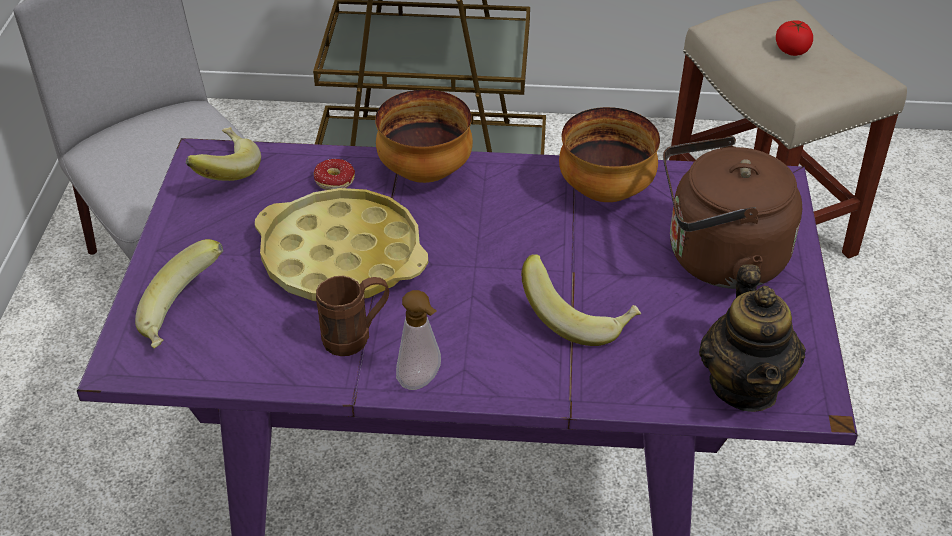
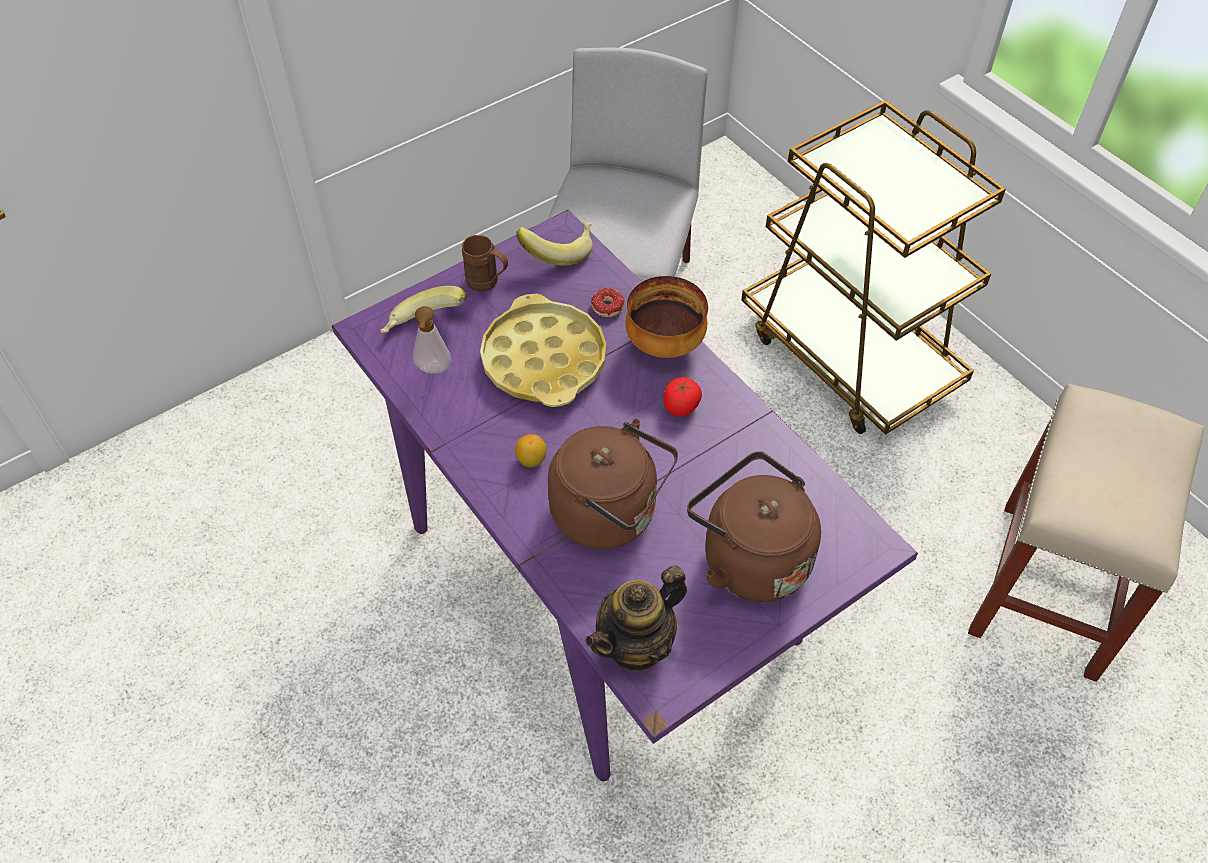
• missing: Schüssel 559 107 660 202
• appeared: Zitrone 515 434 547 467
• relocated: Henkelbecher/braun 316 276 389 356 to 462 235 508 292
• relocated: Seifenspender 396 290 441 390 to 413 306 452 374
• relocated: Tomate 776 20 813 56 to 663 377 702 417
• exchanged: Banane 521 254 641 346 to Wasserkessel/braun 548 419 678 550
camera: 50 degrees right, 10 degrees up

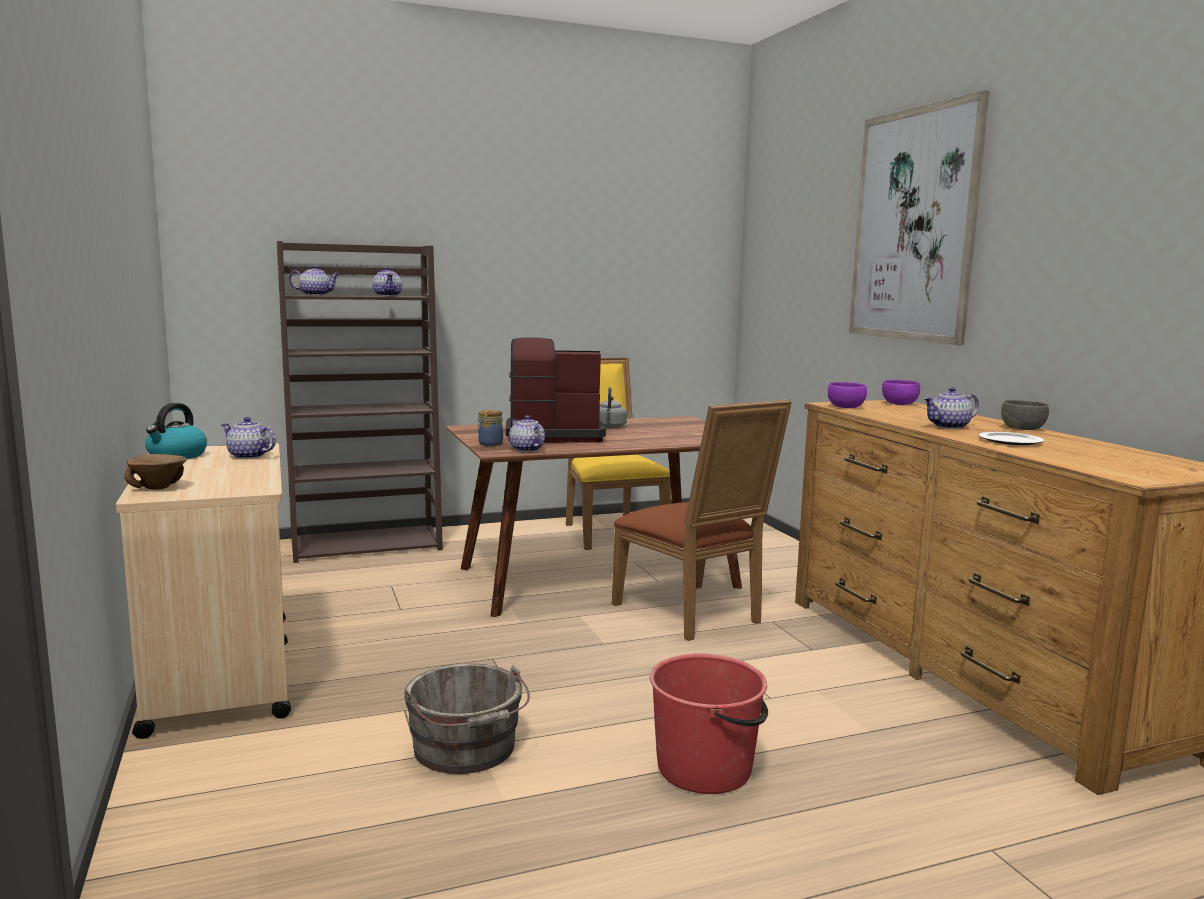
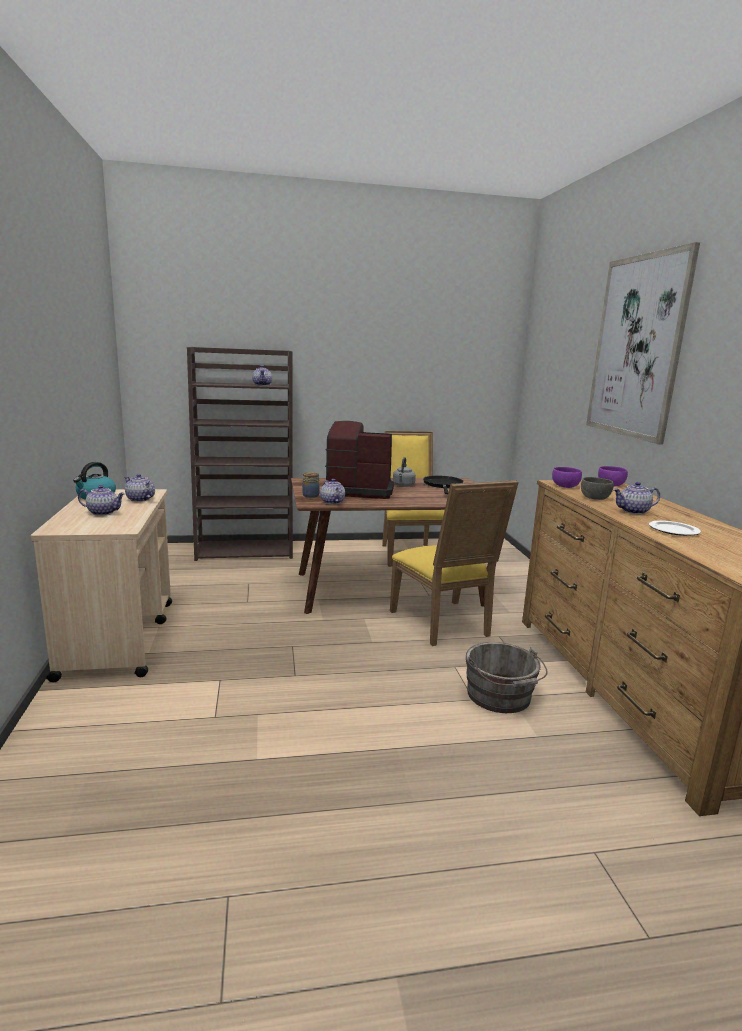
• missing: Schüssel/braun 124 454 187 489
• missing: Eimer/rot 650 653 768 794
• appeared: Pfanne/schwarz 423 476 463 494
• relocated: Teekanne 289 265 339 295 to 78 485 125 516
• relocated: Eimer/grau 404 664 530 774 to 466 642 548 713
• relocated: Schüssel/grau 1001 400 1049 430 to 581 477 614 500
• colour: Stuhl/braun 612 400 792 641 to Stuhl/gelb 390 480 519 646
camera: 10 degrees right, 5 degrees up

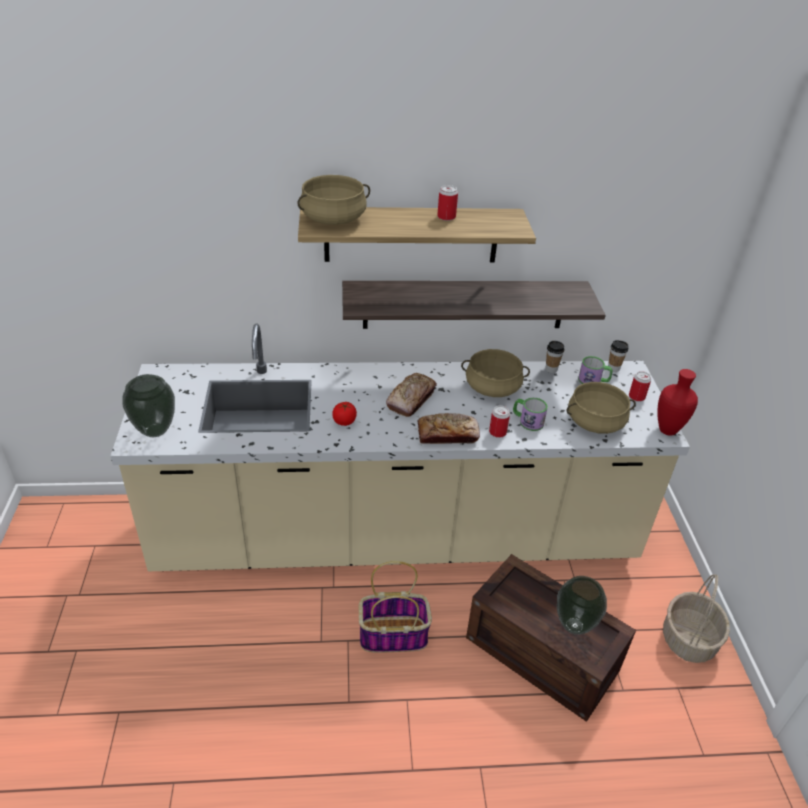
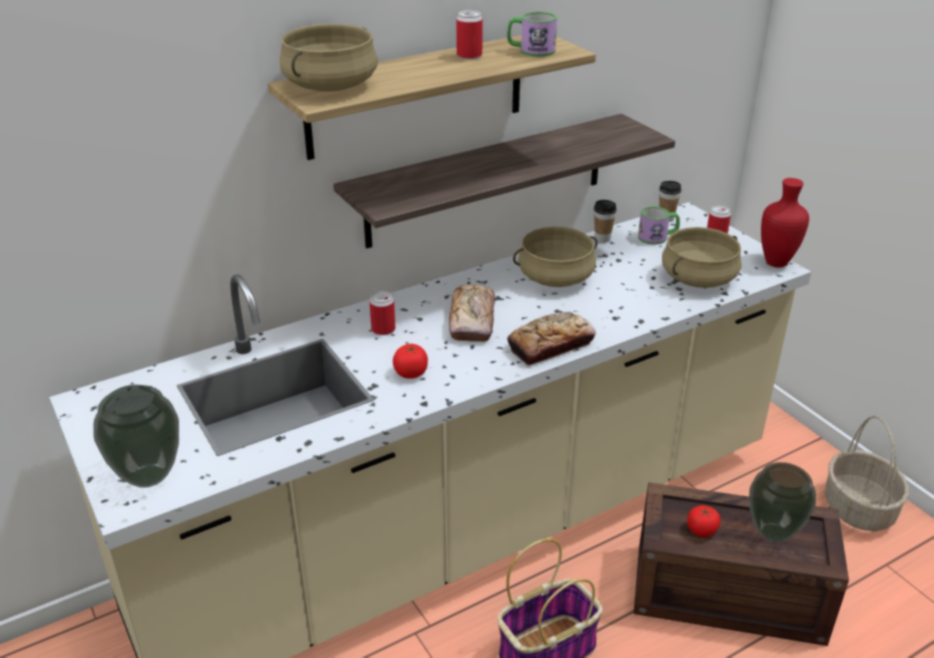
• appeared: Tomate 687 505 721 538
• relocated: Dose 489 406 510 438 to 369 291 395 335
• relocated: Henkelbecher 513 398 548 431 to 507 12 557 57
camera: 25 degrees left, 5 degrees down

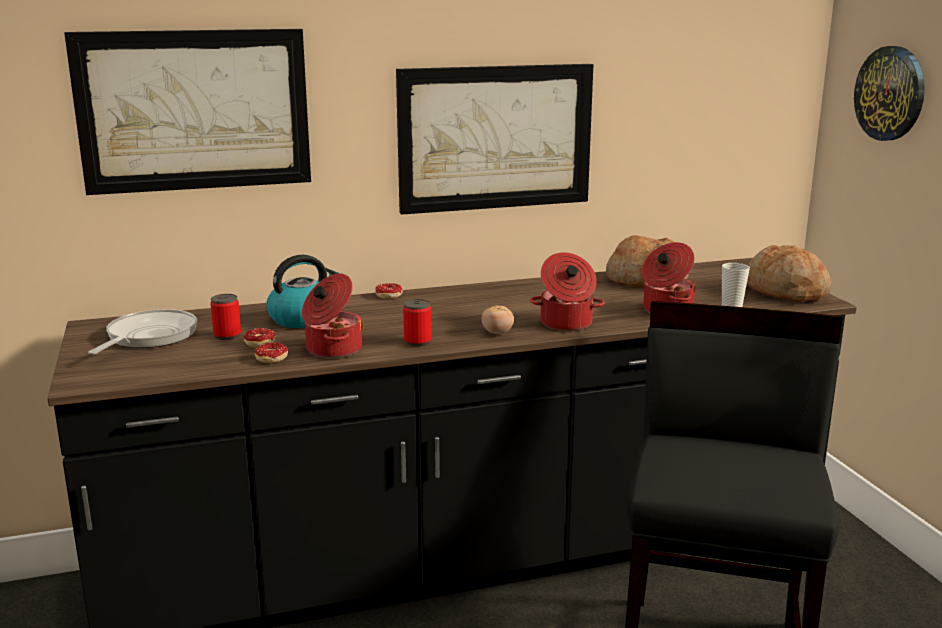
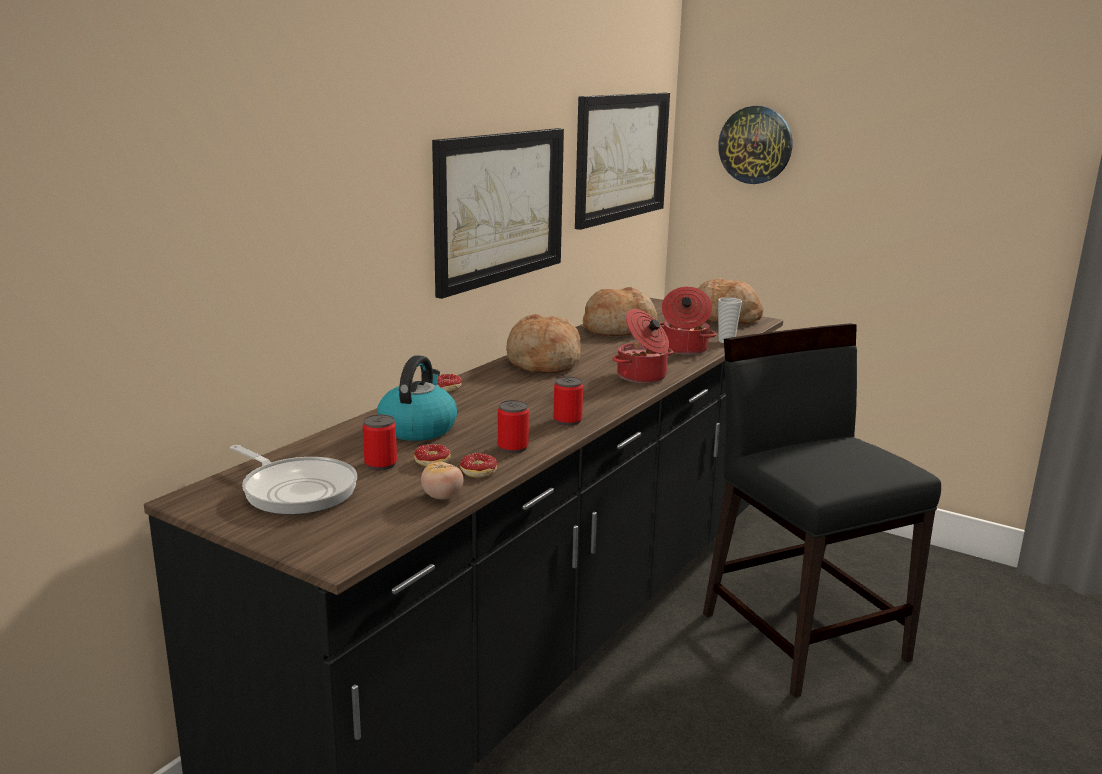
• appeared: Brot 506 314 581 373
• relocated: Bild 64 29 311 195 to 575 93 670 230
• relocated: Tomate 482 306 514 334 to 421 461 463 500
• exchanged: Kochtopf 302 274 364 358 to Dose 498 400 529 453
• spun: Pfanne 88 309 197 354 = 230 445 357 515 150 degrees clockwise
camera: 40 degrees left, 0 degrees up

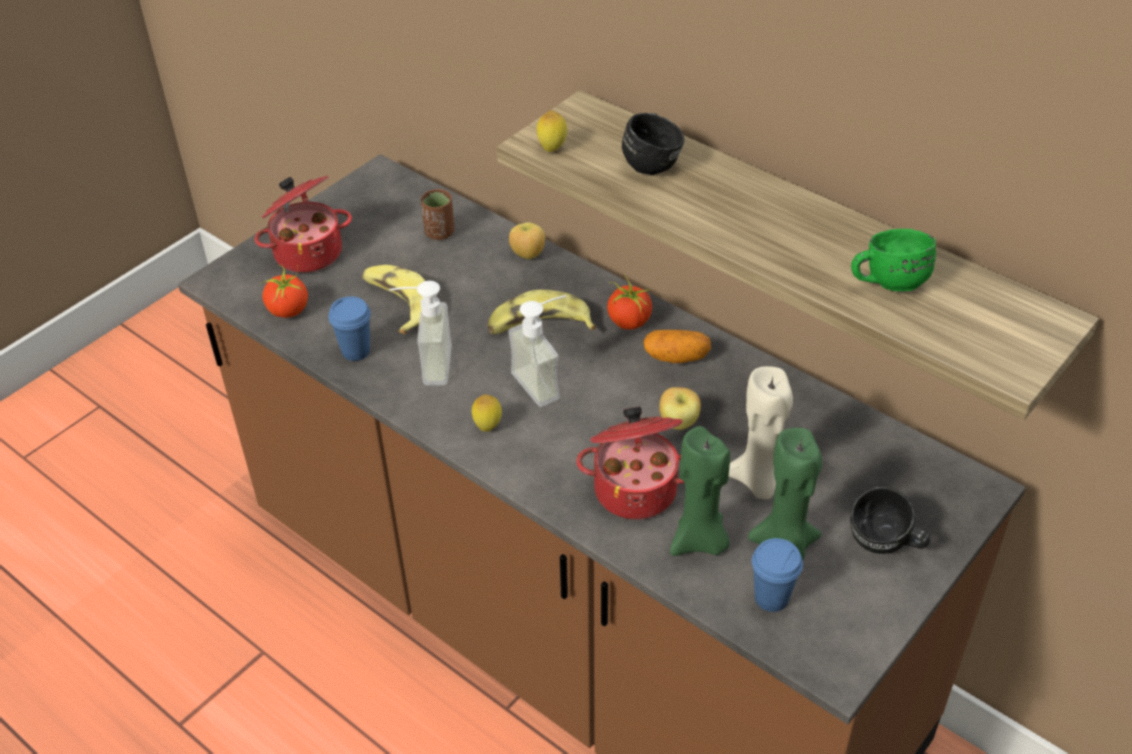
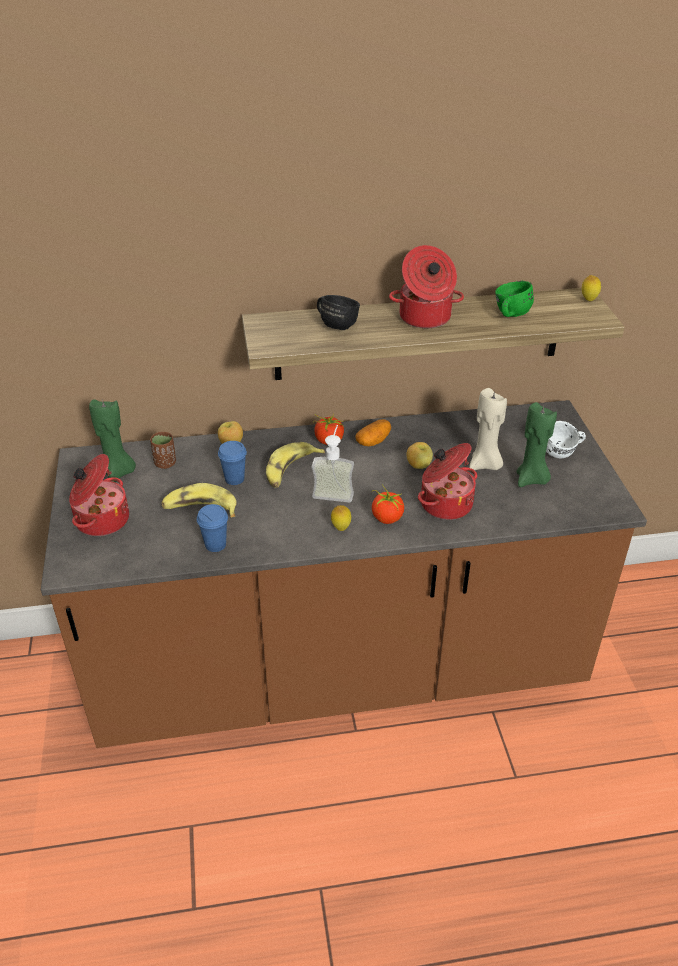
• missing: Seifenspender 389 281 452 385
• appeared: Kochtopf 389 245 464 328
• relocated: Tomate 261 265 308 318 to 372 484 404 524
• relocated: Zitrone 537 110 567 152 to 581 275 601 301
• relocated: Kerze/grün 670 426 730 556 to 89 399 136 482
• relocated: Tasse/blau 752 538 803 612 to 218 441 247 485
• colour: Henkelbecher/schwarz 850 487 930 554 to Henkelbecher/weiß 546 421 586 459
camera: 50 degrees left, 5 degrees down

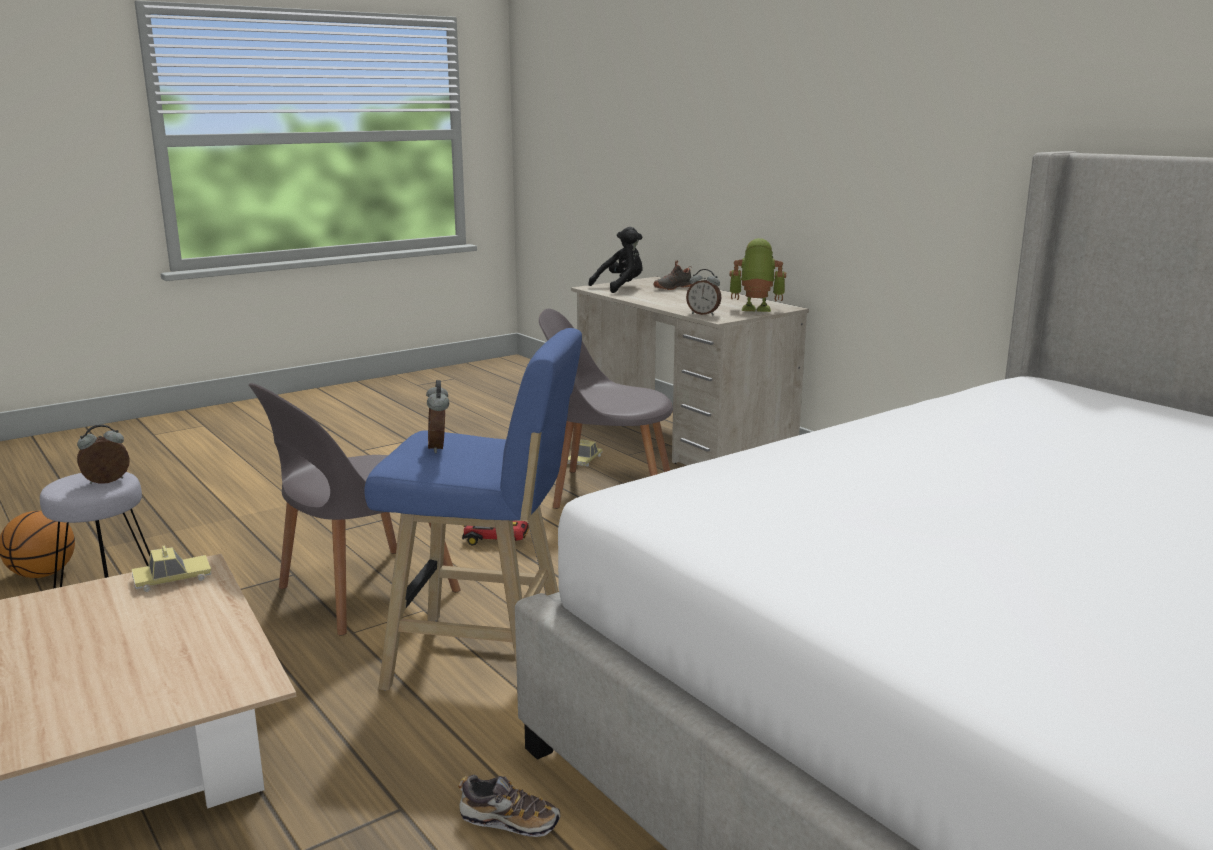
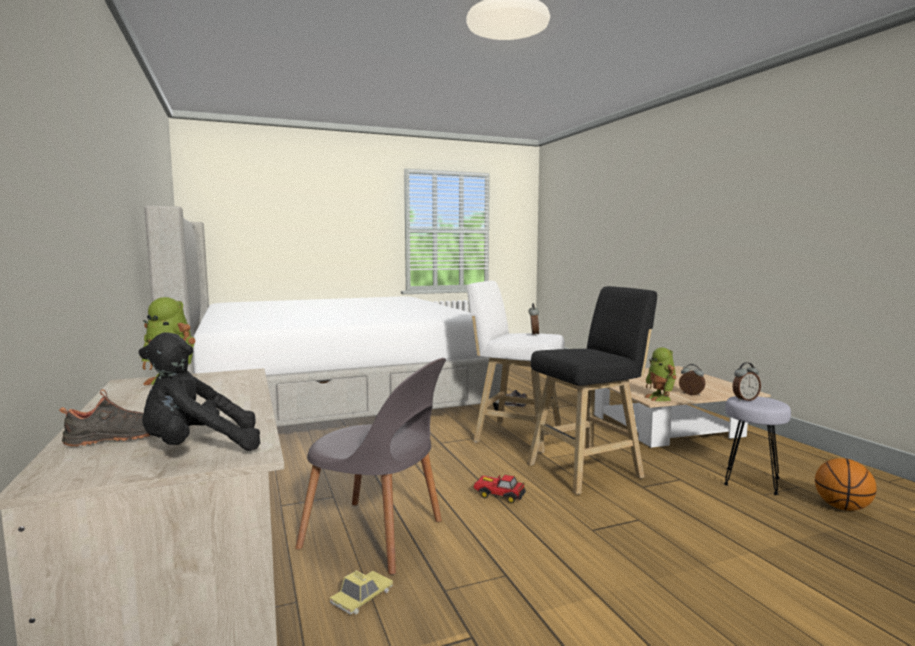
• relocated: Wecker 686 269 721 315 to 679 364 705 396
• exchanged: Spielzeugauto 132 545 211 592 to Spielzeugroboter 645 347 676 401
• exchanged: Stuhl/grau 249 383 461 636 to Hocker/schwarz 527 286 657 495
• colour: Hocker/blau 364 328 582 691 to Hocker/weiß 467 281 565 453
camera: 165 degrees left, 10 degrees down

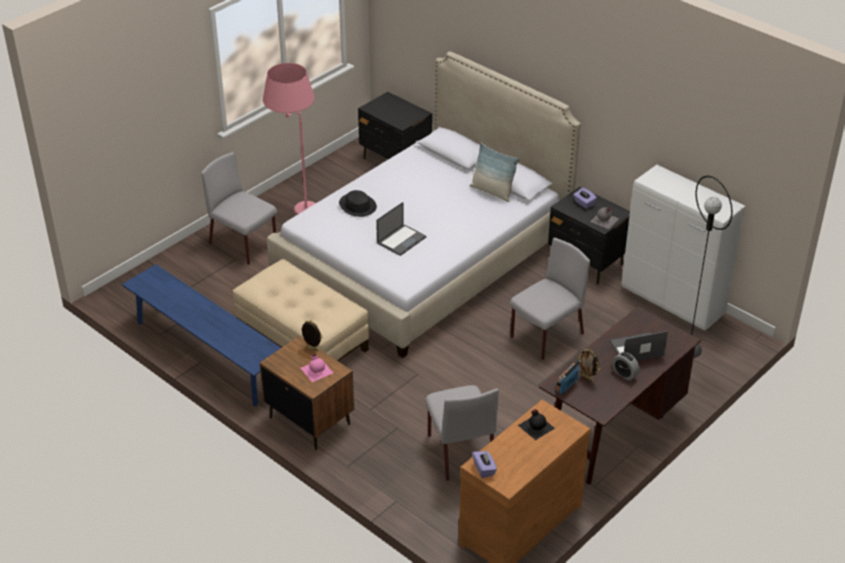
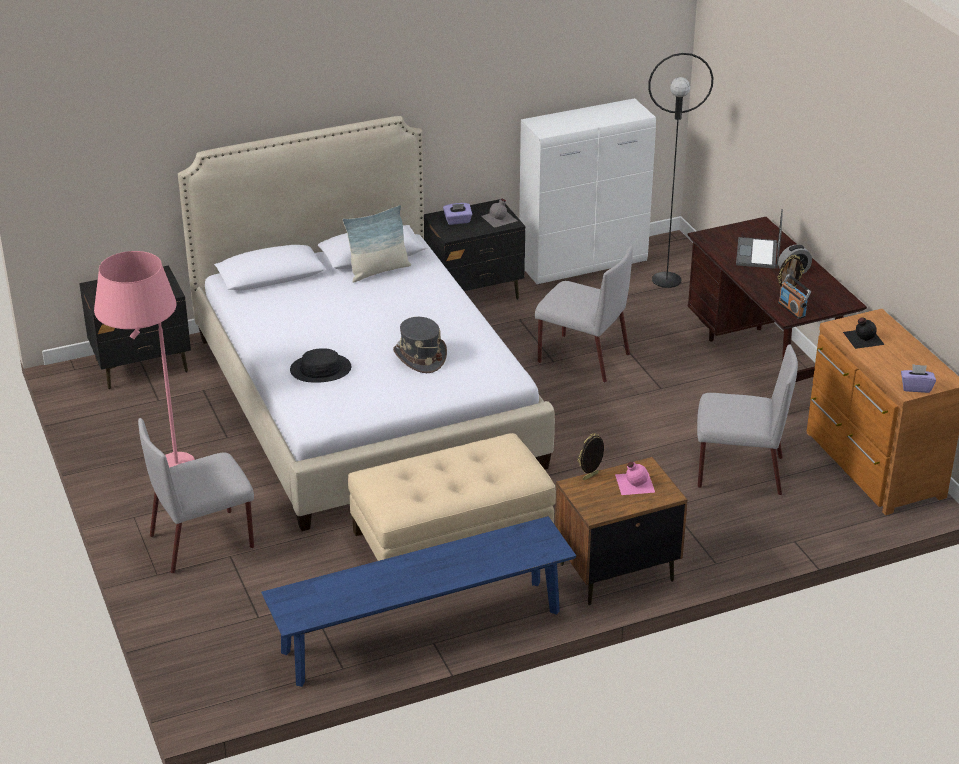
• exchanged: Laptop 376 202 426 256 to Hut/grau 393 317 447 373
• spun: Stuhl/grau 509 238 590 360 = 535 246 633 383 135 degrees clockwise
camera: 65 degrees left, 5 degrees down

